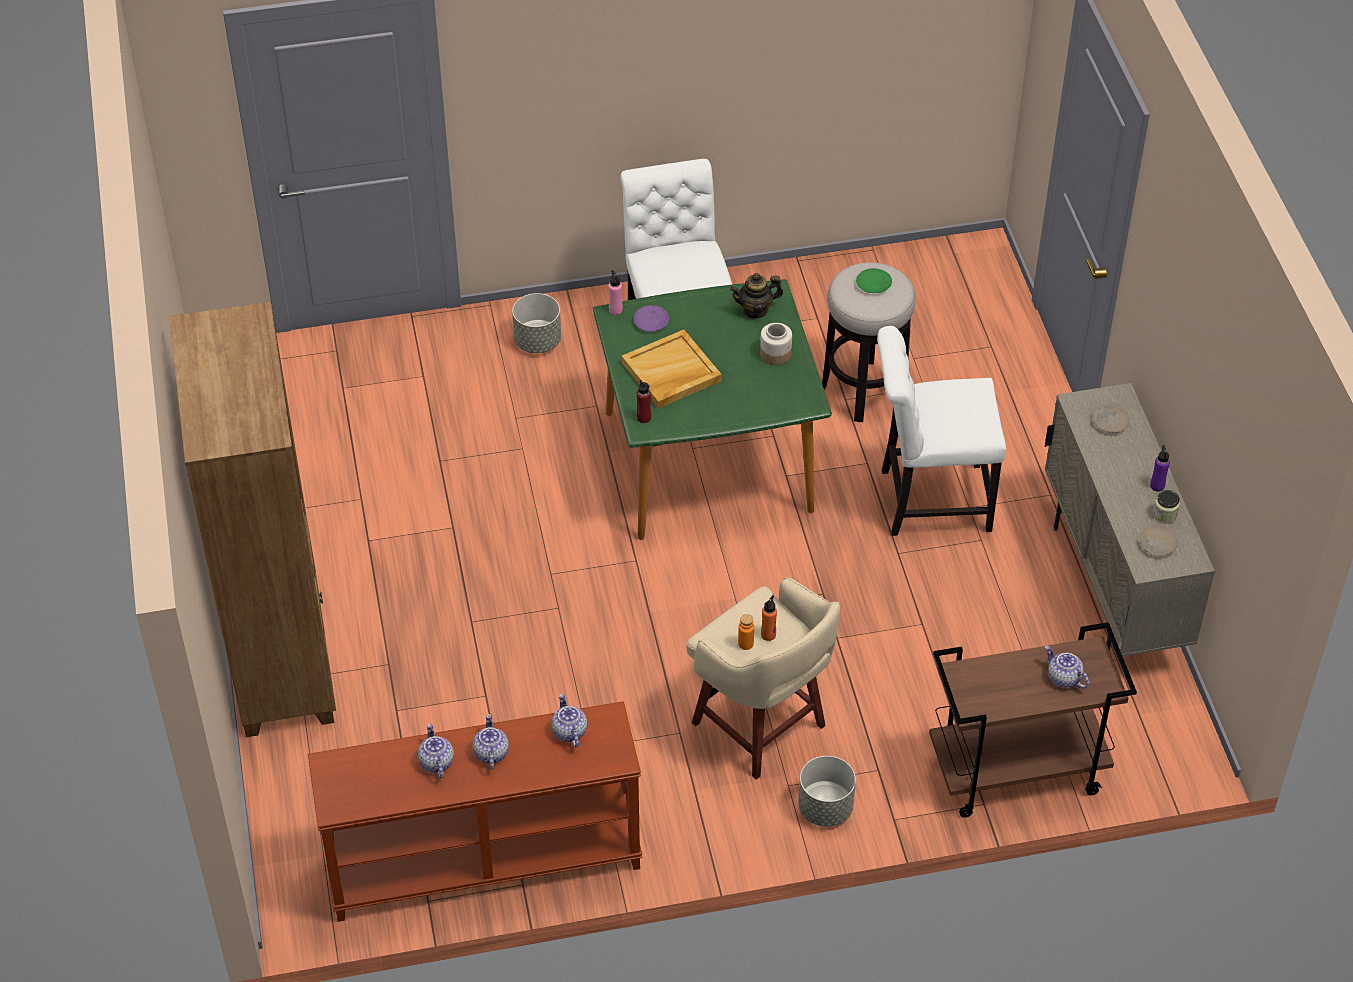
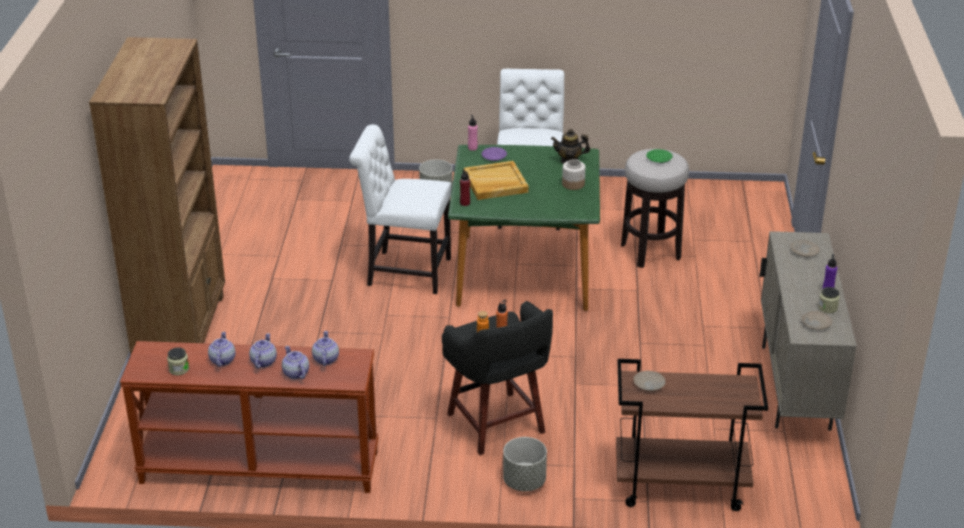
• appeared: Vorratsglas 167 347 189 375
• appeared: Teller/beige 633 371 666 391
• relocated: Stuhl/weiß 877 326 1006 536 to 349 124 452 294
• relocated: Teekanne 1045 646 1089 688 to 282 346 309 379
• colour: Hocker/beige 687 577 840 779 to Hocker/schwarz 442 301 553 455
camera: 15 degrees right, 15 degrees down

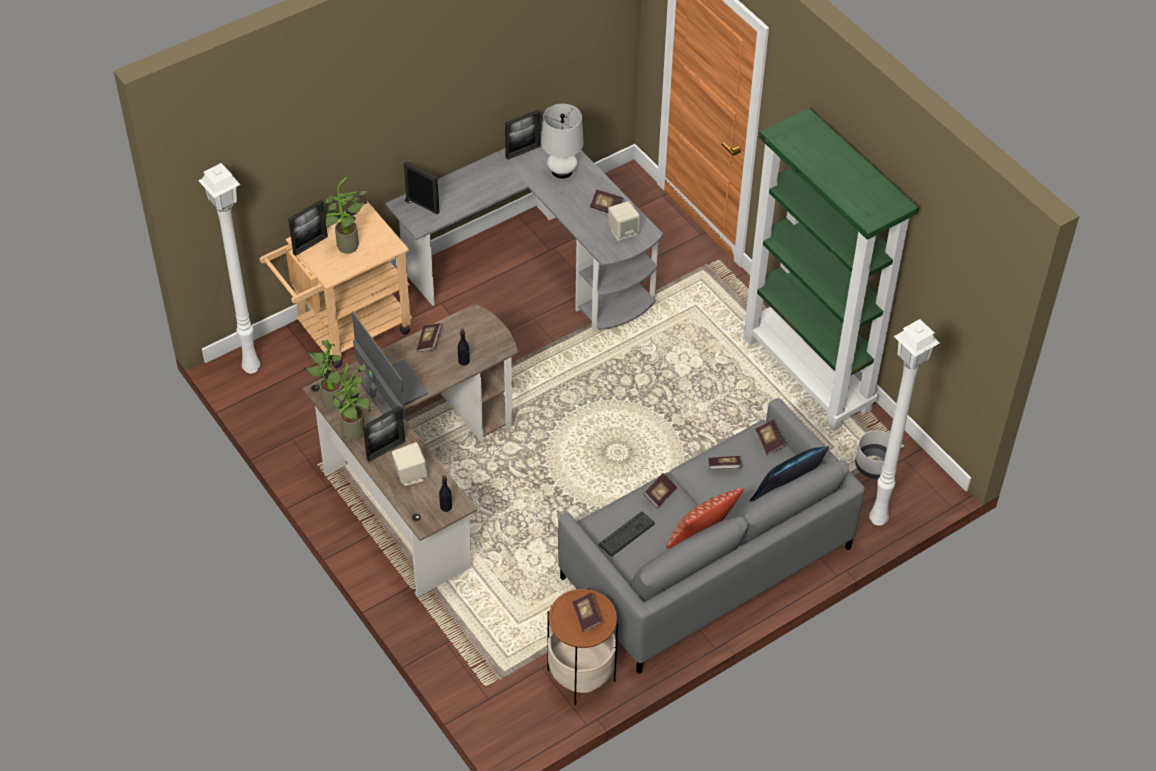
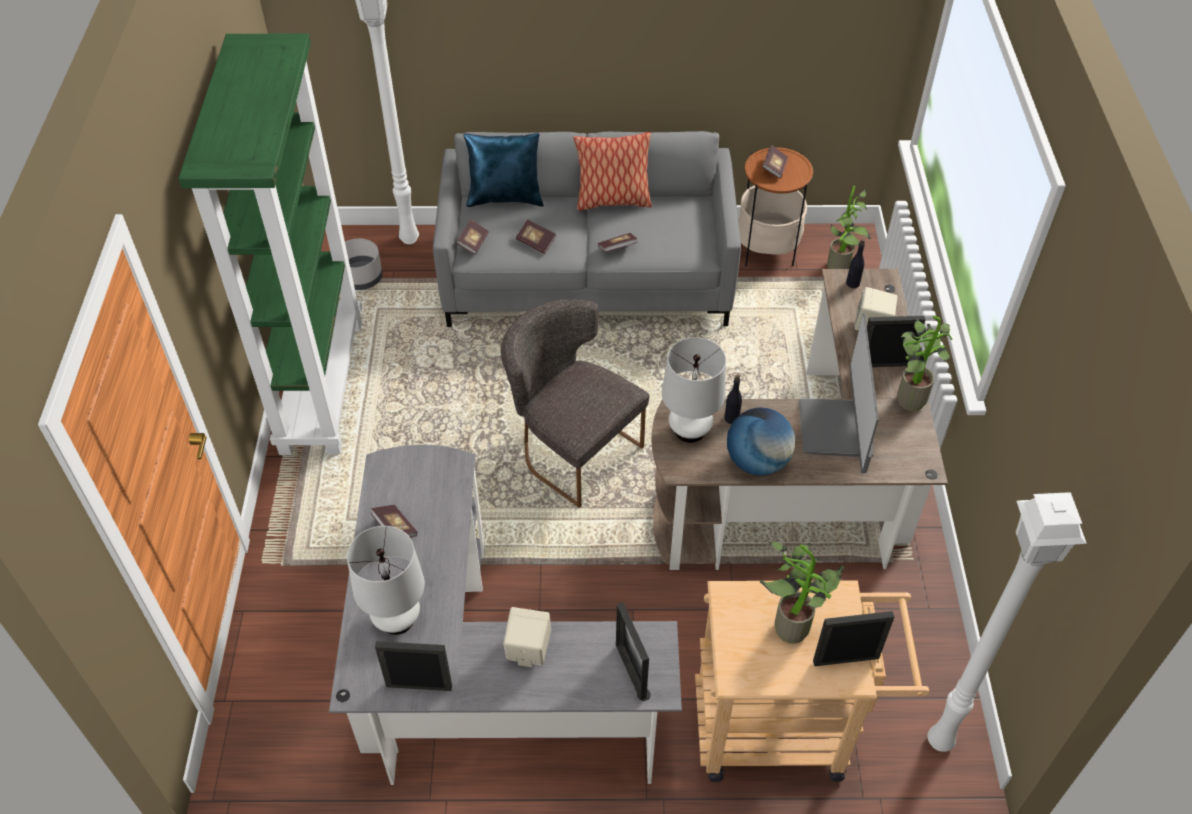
• missing: Tastatur 599 512 655 557
• appeared: Stuhl/grau 501 299 649 508
• appeared: Tischlampe/weiß 662 337 726 443
• relocated: Topfpflanze 303 340 345 410 to 827 186 871 269
• relocated: Lautsprecher/beige 608 201 640 241 to 503 607 551 667
• exchanged: Buch 417 323 442 352 to Globus 727 407 795 476
camera: 145 degrees left, 0 degrees up

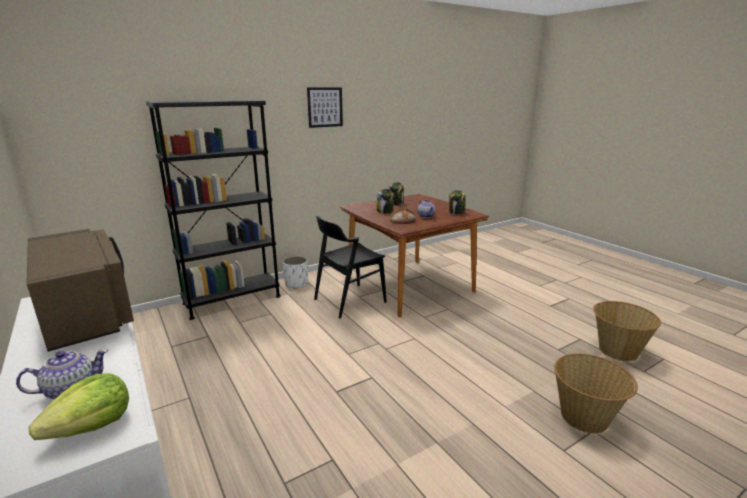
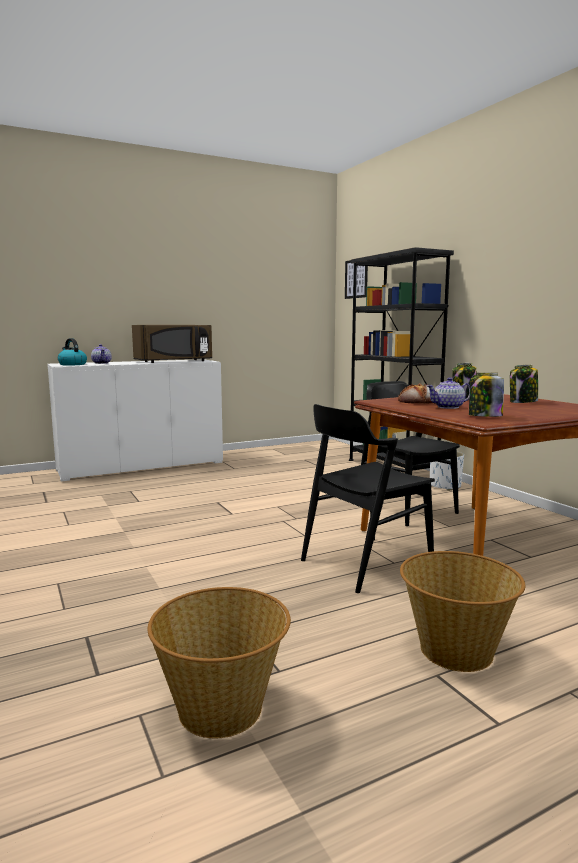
• appeared: Stuhl/schwarz 301 404 435 593
• relocated: Bild 307 88 343 128 to 345 260 368 299
• relocated: Korb 554 353 638 434 to 400 551 525 672
• exchanged: Salatkopf 28 373 129 440 to Wasserkessel 58 338 87 365
camera: 95 degrees right, 10 degrees down

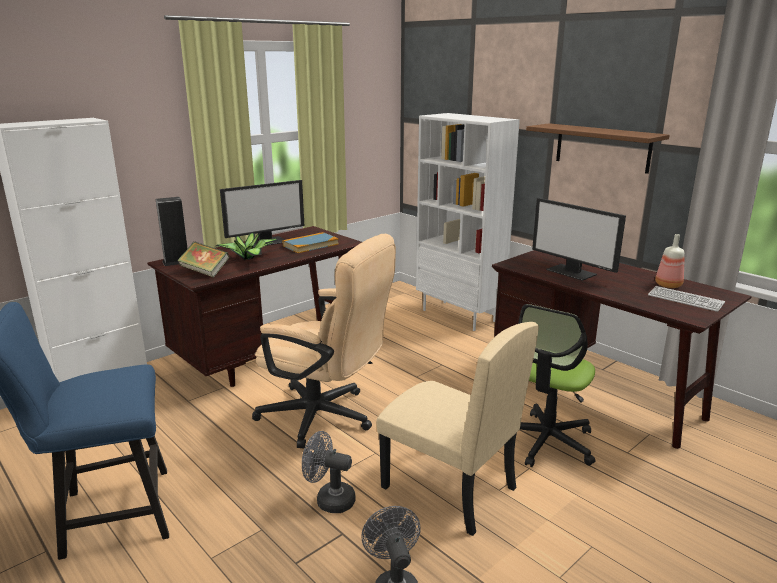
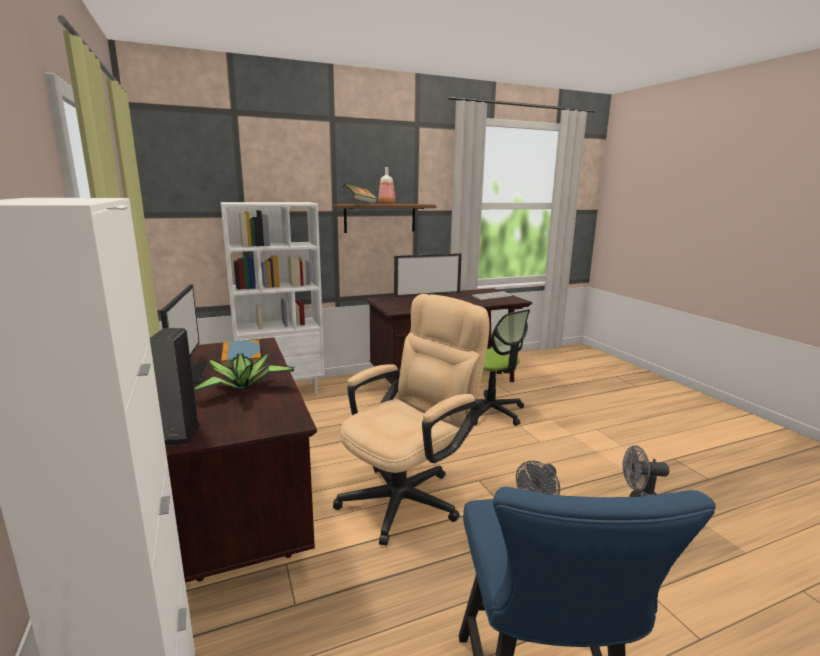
• missing: Stuhl/beige 376 322 539 536
• relocated: Buch 177 241 230 278 to 342 184 378 204
• relocated: Flasche 655 234 685 288 to 378 167 395 204
camera: 70 degrees left, 5 degrees down

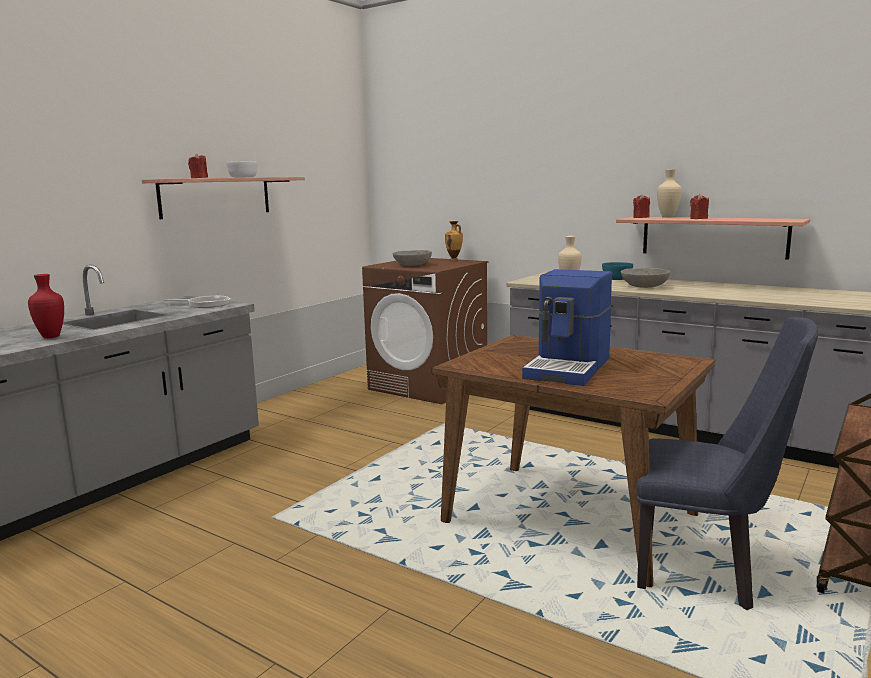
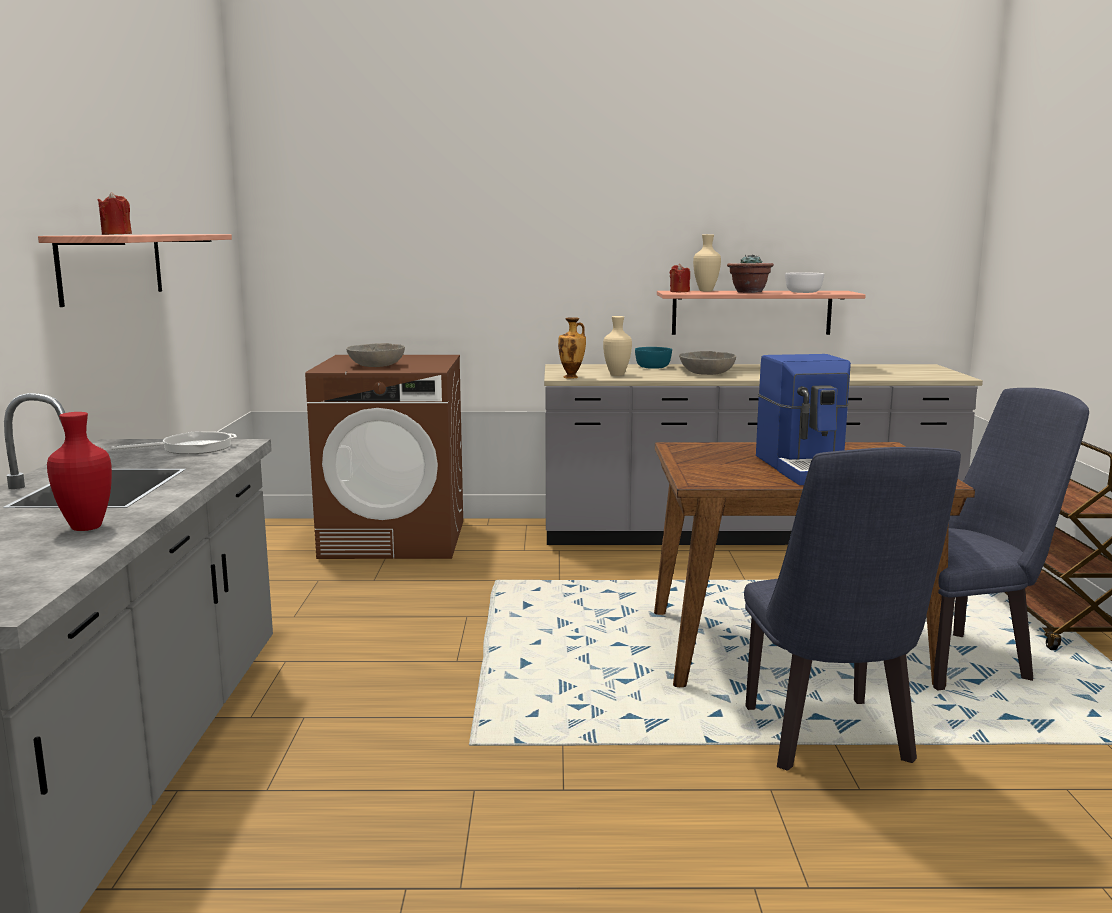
• appeared: Stuhl/blau 744 447 961 771
• relocated: Schüssel/weiß 226 162 258 178 to 785 272 824 293
• relocated: Vase 445 221 463 261 to 558 317 586 379
• exchanged: Kerze/rot 690 194 709 219 to Topfpflanze 727 254 774 293
camera: 35 degrees left, 0 degrees up

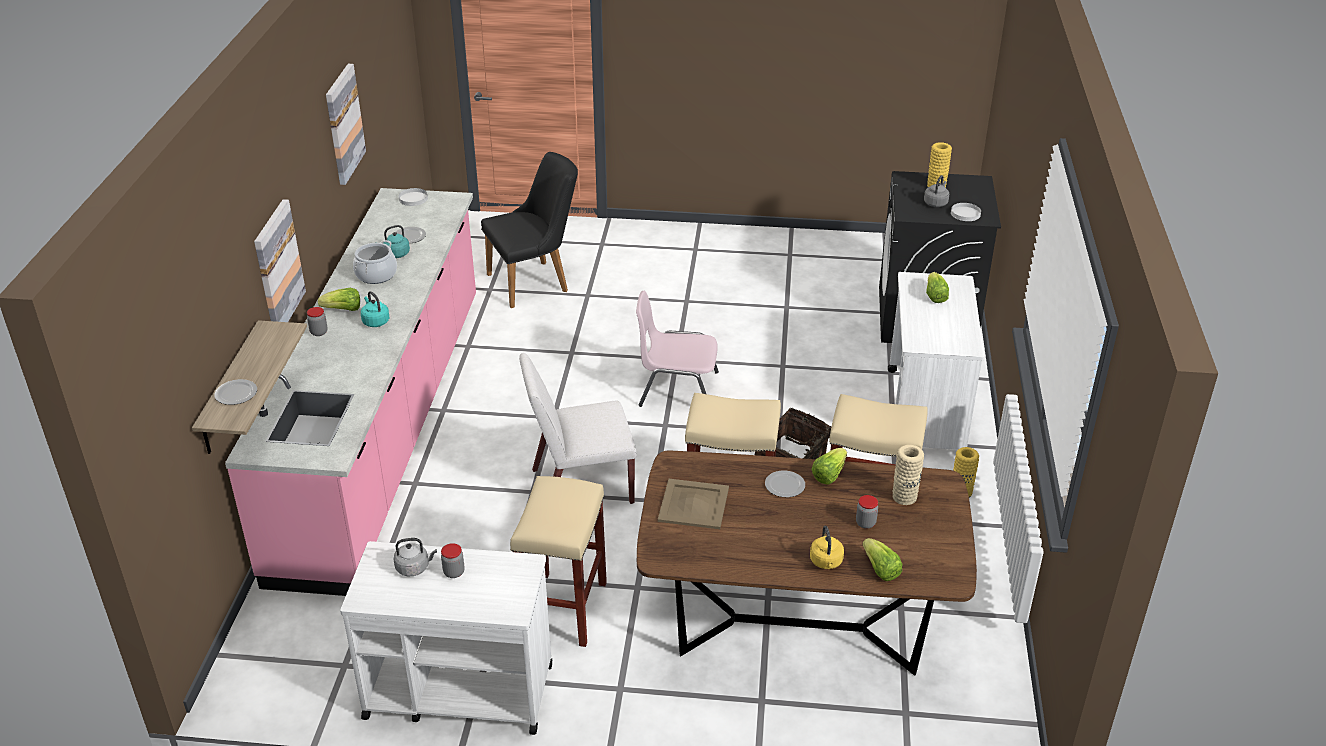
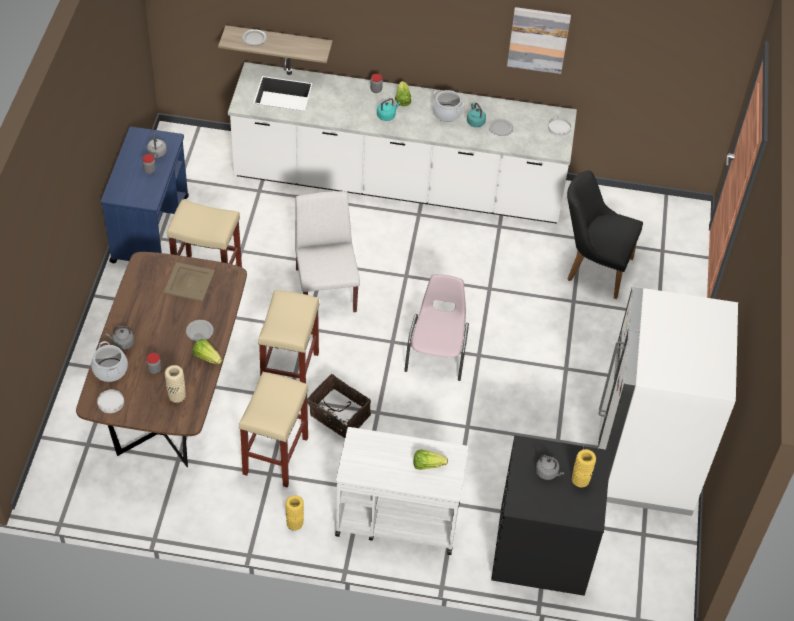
• missing: Bild 254 199 306 322
• appeared: Kühlschrank/weiß 598 287 738 516
• relocated: Teller/weiß 951 203 981 221 to 97 389 124 413
• exchanged: Salatkopf 862 538 902 581 to Kochtopf 91 341 128 382
• colour: Küchenzeile/rosa 225 188 476 596 to Küchenzeile/weiß 228 58 577 224
• colour: Rollwagen/weiß 340 541 552 735 to Rollwagen/blau 101 126 189 263
• colour: Wasserkessel/gelb 810 526 844 569 to Wasserkessel/grau 106 326 134 350
• spun: Stuhl/schwarz 481 152 578 308 = 567 170 643 299 135 degrees clockwise
camera: 90 degrees right, 15 degrees up

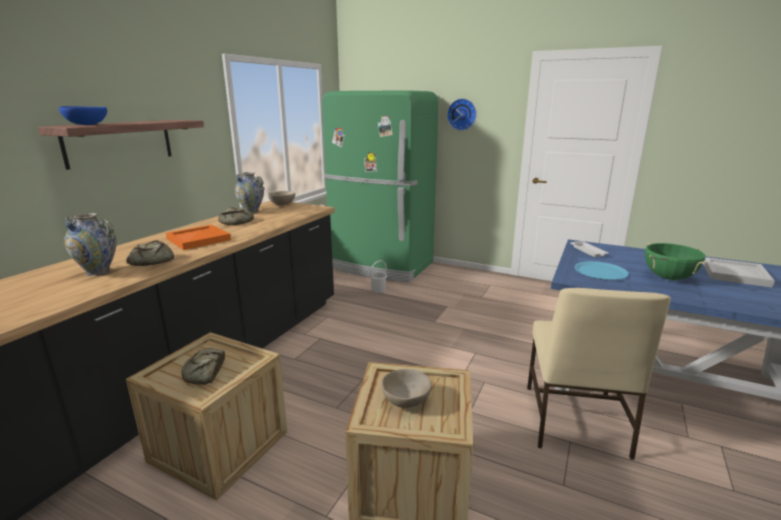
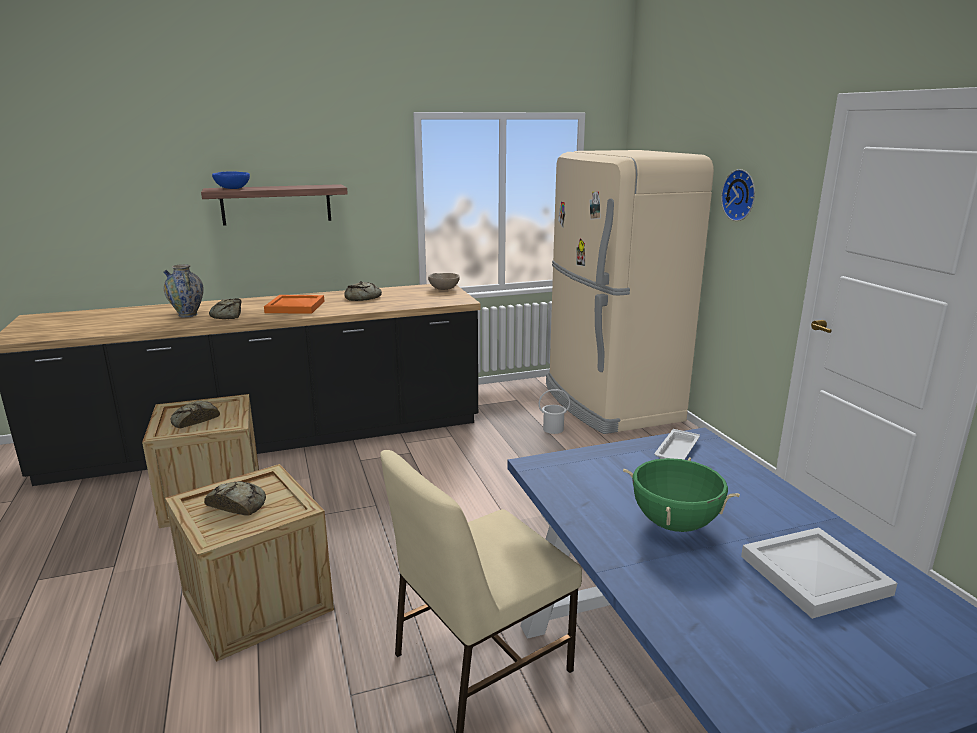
• missing: Vase 235 172 264 213
• missing: Teller/blau 575 261 629 280
• exchanged: Schüssel/beige 381 369 432 408 to Brot 204 481 266 516
• colour: Kühlschrank/grün 322 90 438 282 to Kühlschrank/beige 546 150 714 434
camera: 45 degrees right, 0 degrees up

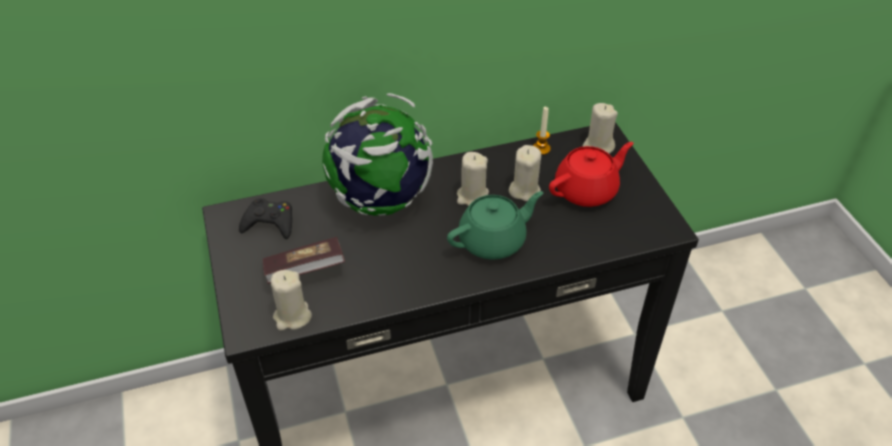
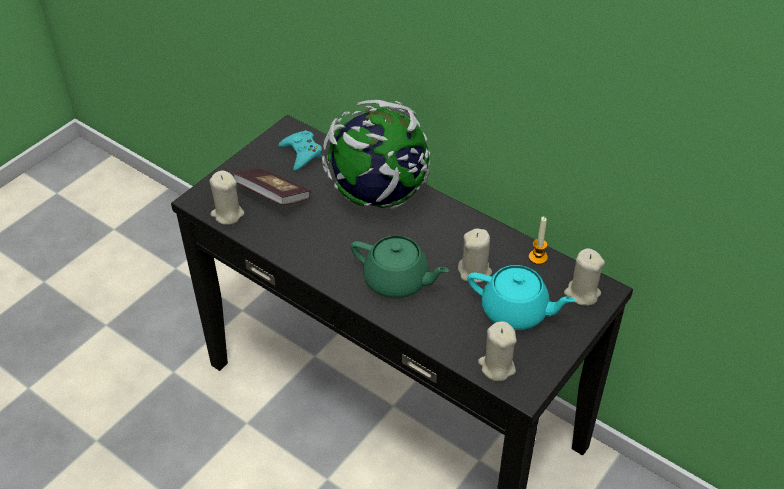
• relocated: Kerze/beige 457 152 489 206 to 478 321 517 381
• colour: Gamepad/schwarz 239 198 292 239 to Gamepad/türkis 279 130 322 171
• colour: Teekanne/rot 549 142 634 207 to Teekanne/türkis 468 265 576 330
camera: 55 degrees right, 0 degrees up

